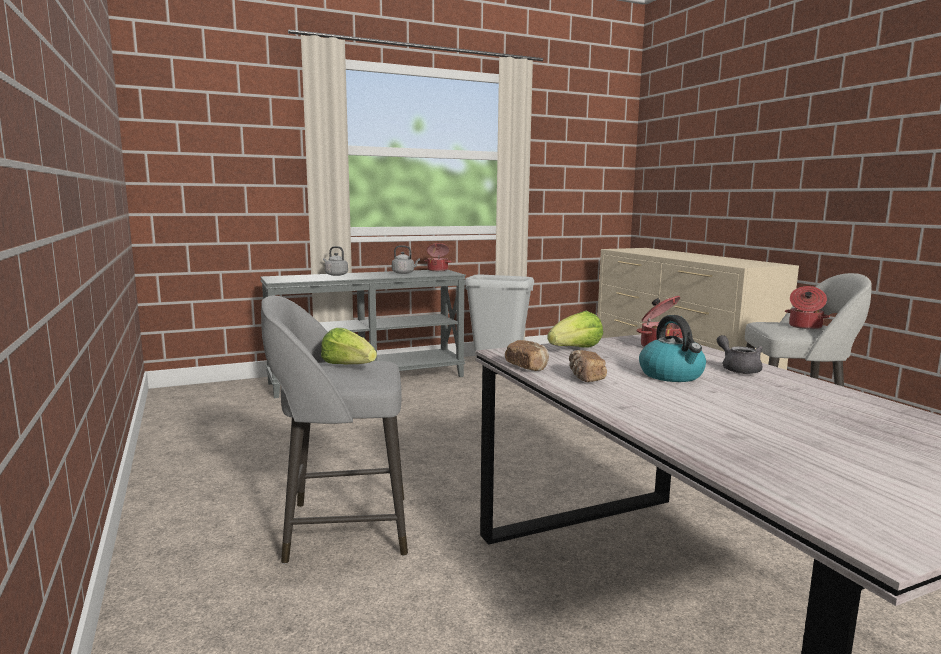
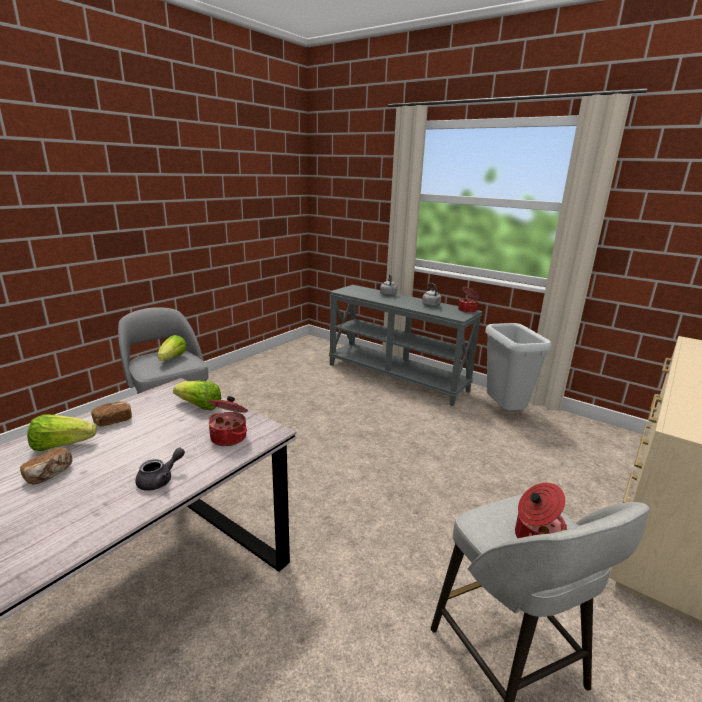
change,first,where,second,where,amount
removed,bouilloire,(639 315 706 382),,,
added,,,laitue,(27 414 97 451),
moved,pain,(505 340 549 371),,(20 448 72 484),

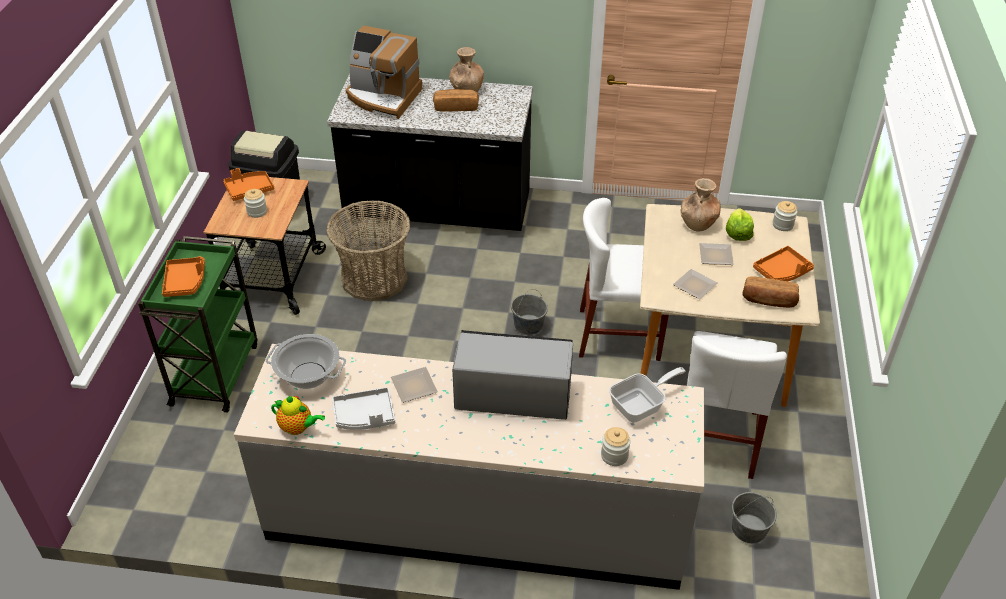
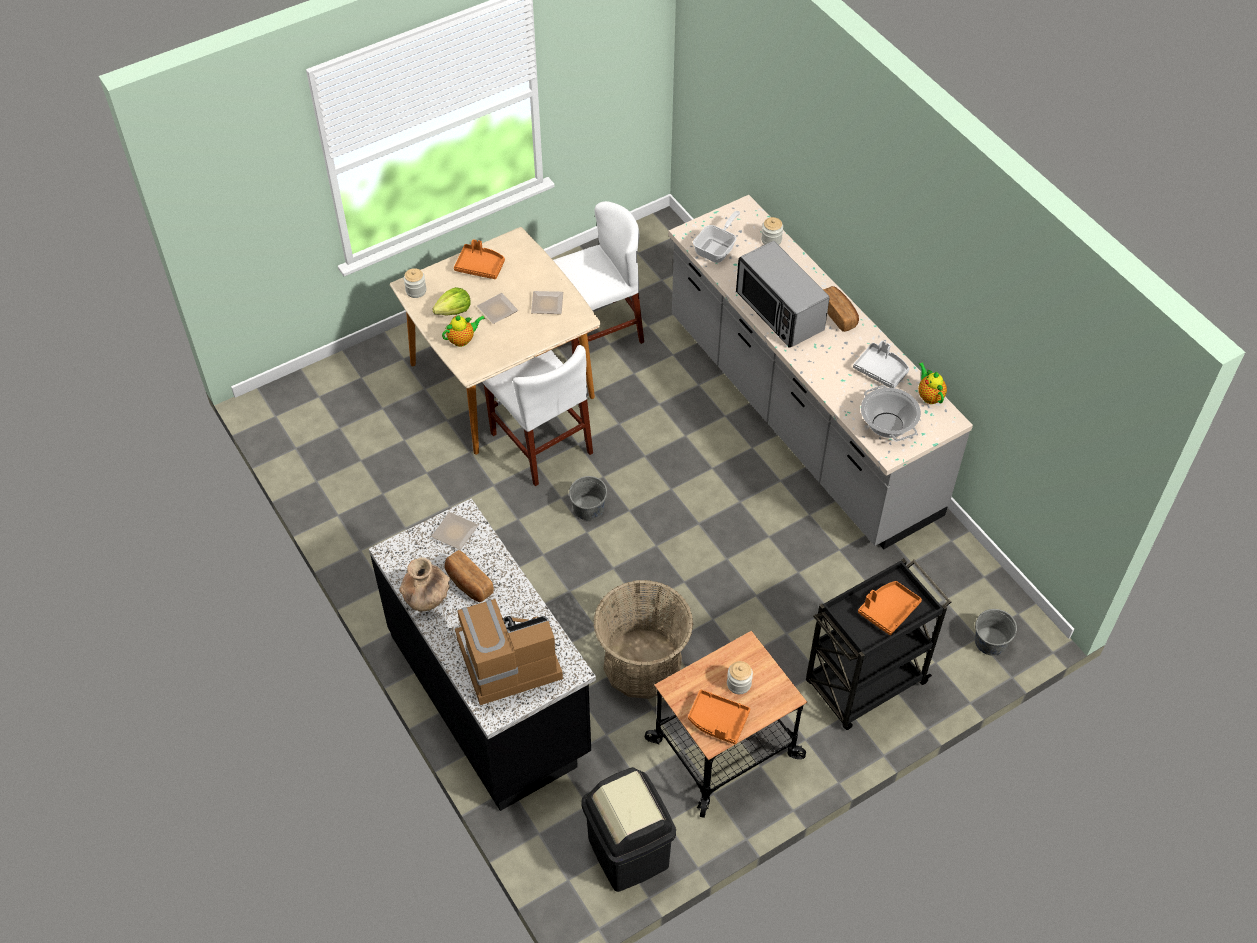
change,first,where,second,where,amount
moved,assiette,(391 367 438 403),,(431 512 478 550),
moved,seau/gris,(732 492 777 543),,(975 609 1017 656),
moved,pain,(743 277 799 308),,(823 286 859 332),
replaced,vase/marron,(680 178 721 231),théière,(442 315 485 347),
recoloured,chariot/vert,(138 236 257 413),chariot/noir,(806 558 951 730),
turned,machine à café,(346 26 422 119),,(455 599 563 705),90 degrees counterclockwise
turned,poêle,(609 367 685 423),,(693 211 740 263),105 degrees clockwise

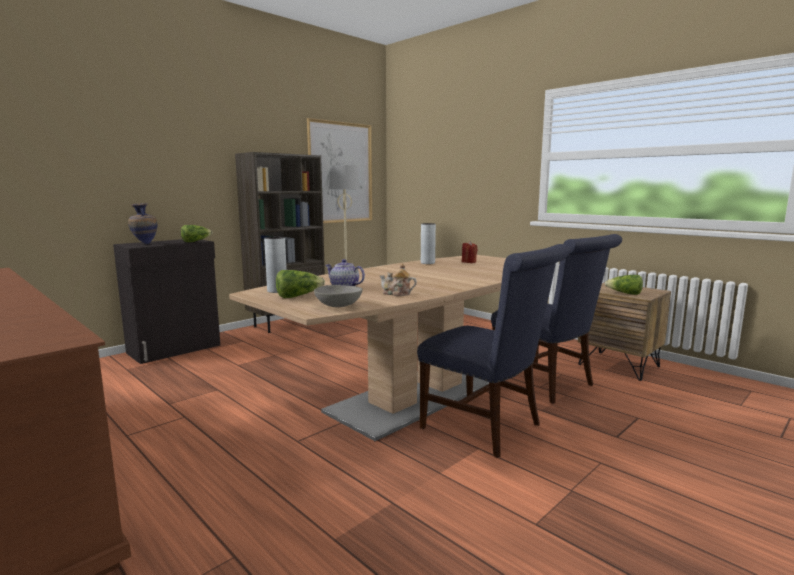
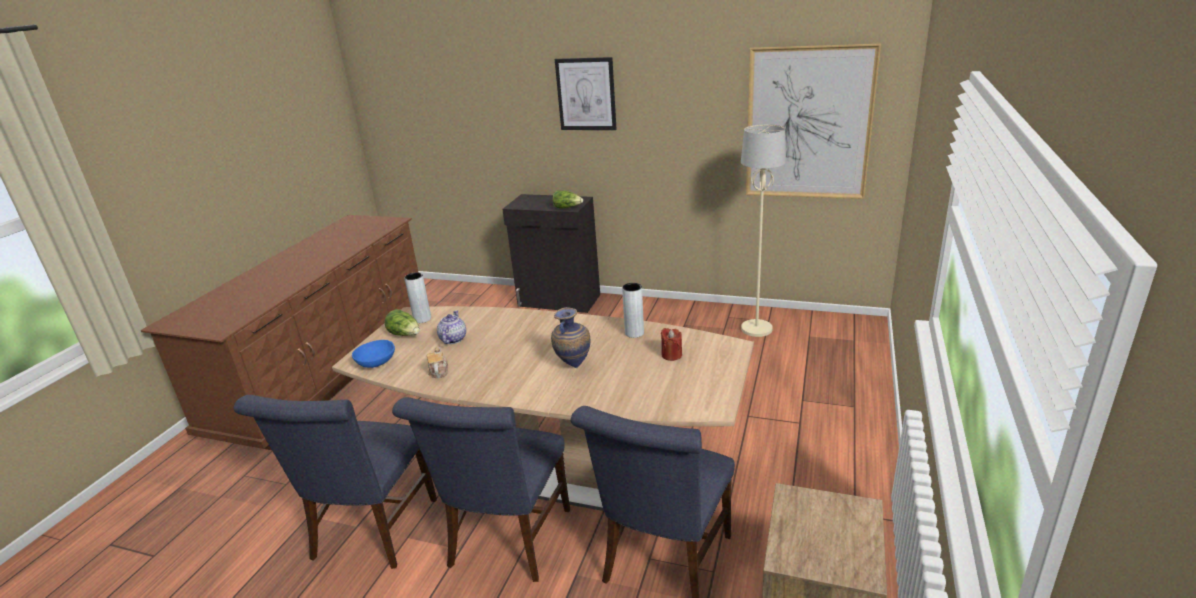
change,first,where,second,where,amount
removed,bibliothèque/marron,(235 152 325 333),,,
removed,laitue,(605 275 643 295),,,
added,,,chaise/bleu,(234 395 437 569),
added,,,tableau,(555 57 617 130),
moved,vase,(128 203 158 244),,(551 307 590 368),
recoloured,bol/gris,(314 285 363 307),bol/bleu,(352 340 395 368),

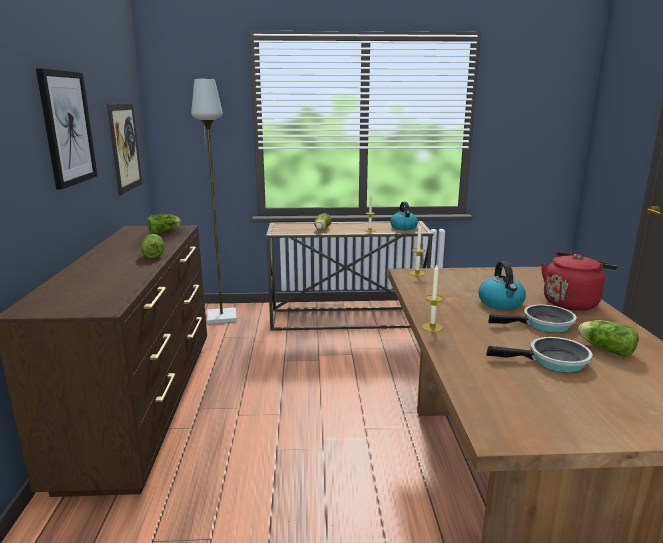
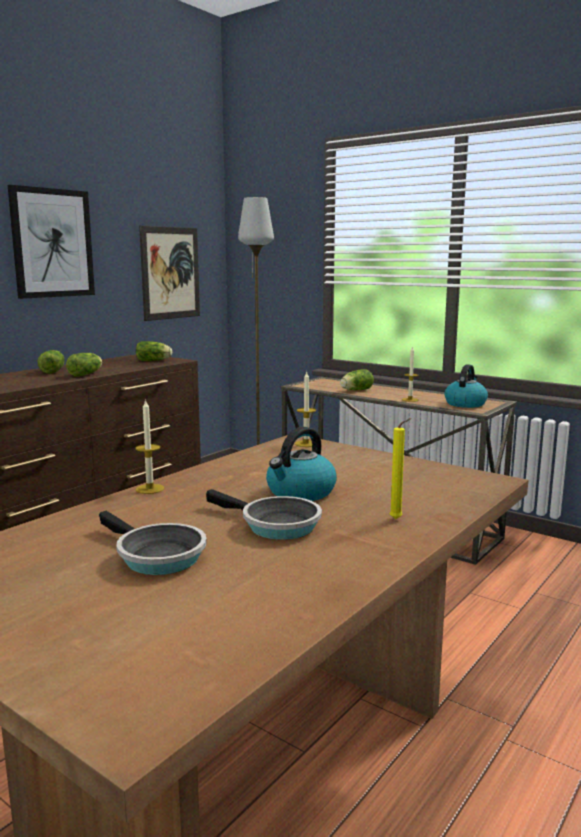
change,first,where,second,where,amount
moved,laitue,(578 320 638 356),,(37 350 65 374),
replaced,bouilloire/rouge,(541 252 617 311),bougie/jaune,(389 418 411 519),

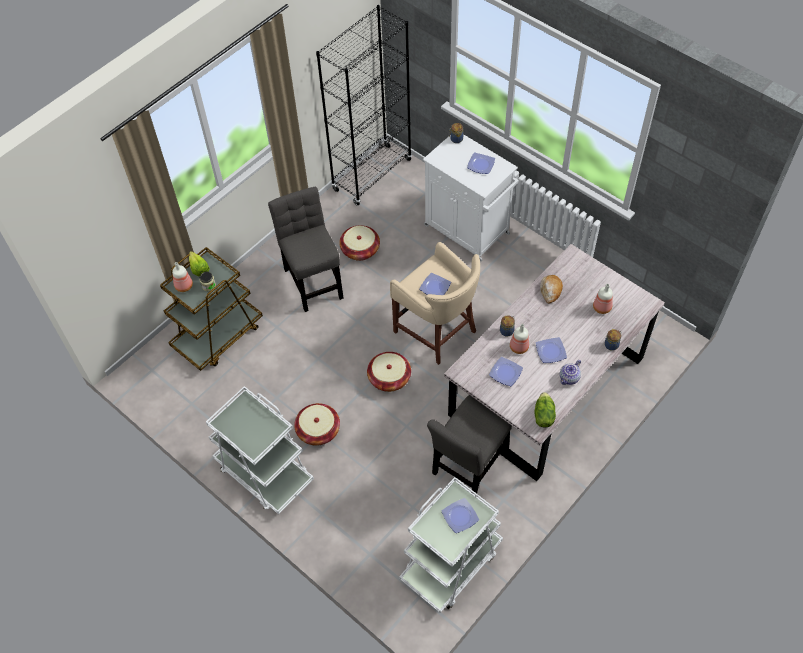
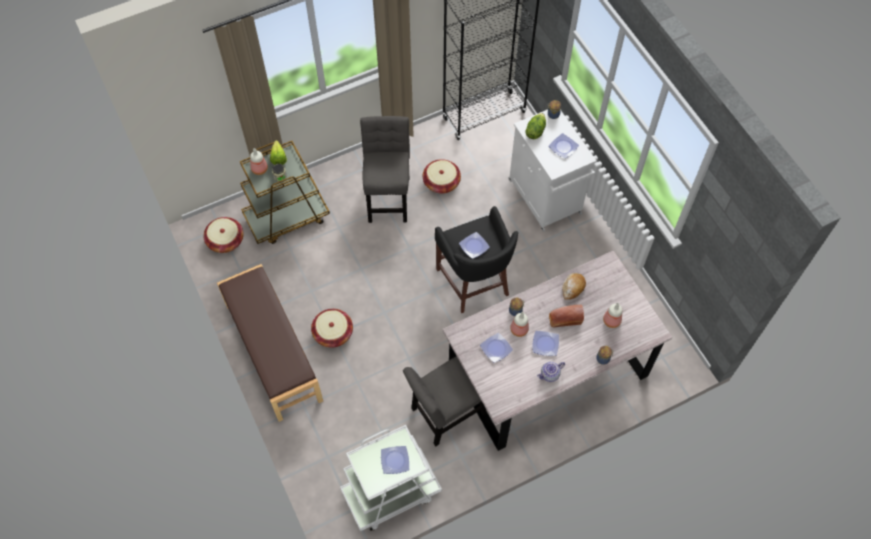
change,first,where,second,where,amount
added,,,pain,(549 305 584 327),
moved,panier,(367 352 411 392),,(204 217 244 253),
moved,laitue,(534 392 556 427),,(525 113 546 139),
replaced,chariot/blanc,(206 386 314 515),banc/marron,(217 264 323 422),
recoloured,tabouret/beige,(390 242 480 365),tabouret/noir,(435 206 518 313),

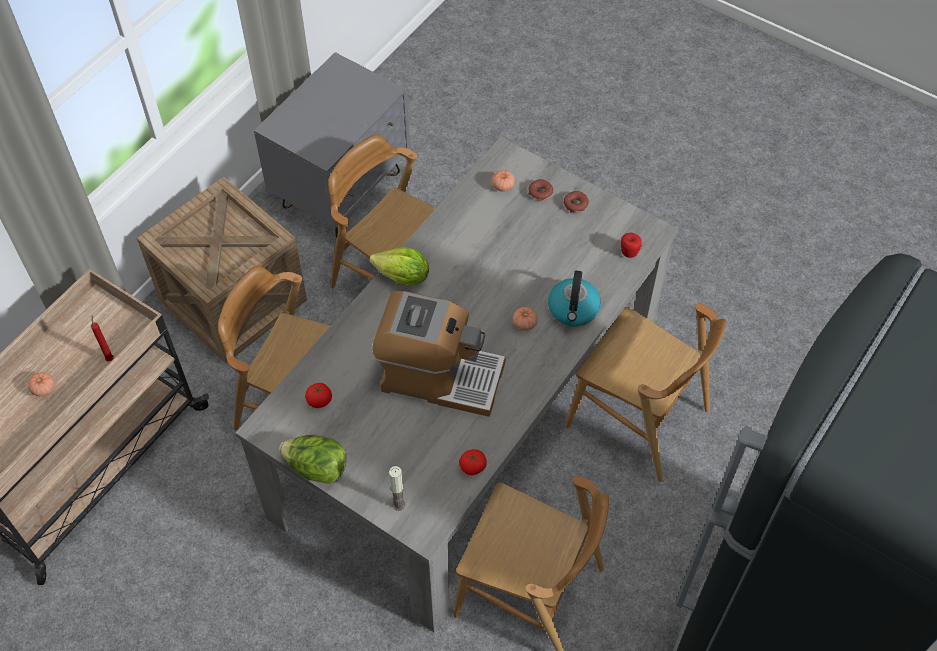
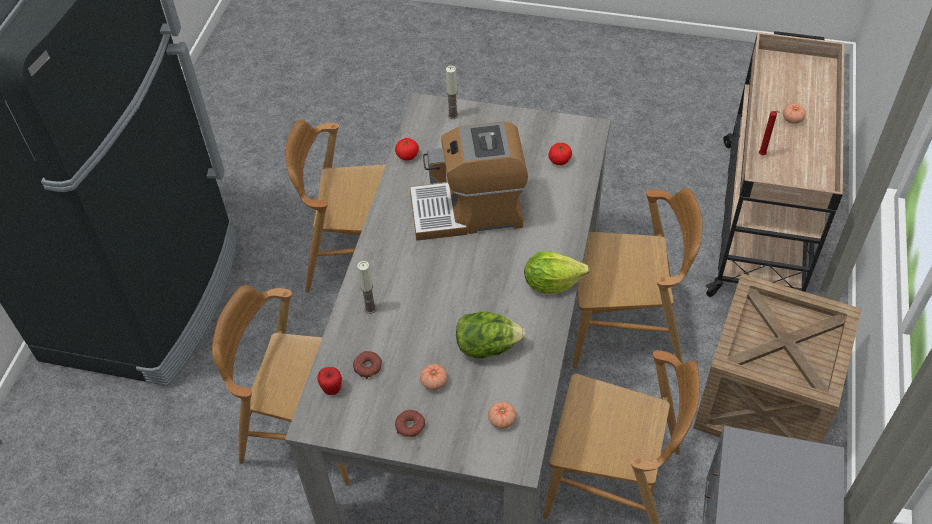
change,first,where,second,where,amount
moved,laitue,(279 435 346 484),,(456 311 526 358),
moved,tomate,(513 307 538 331),,(420 364 448 390),
moved,beignet,(528 179 553 201),,(353 351 382 379),
replaced,bouilloire,(548 270 601 327),bougie,(357 261 377 314),

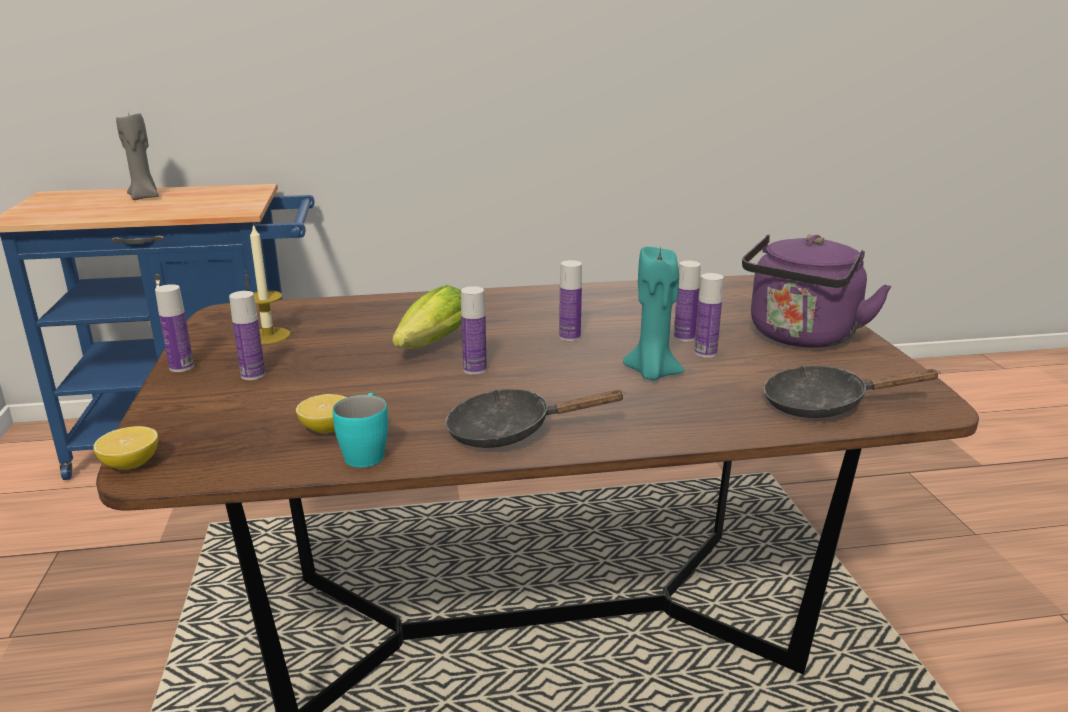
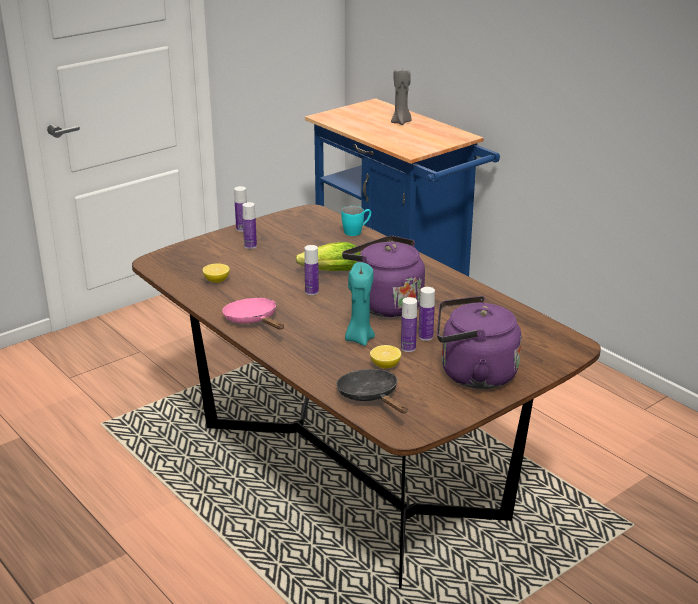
change,first,where,second,where,amount
removed,bougie,(250 224 291 344),,,
moved,citron,(93 426 158 469),,(370 345 401 369),
moved,mug/turquoise,(332 393 388 468),,(341 206 371 236),
replaced,bouteille,(559 260 582 341),bouilloire/violet,(342 236 425 317),
recoloured,poêle/noir,(445 389 626 448),poêle/rose,(222 298 284 330),

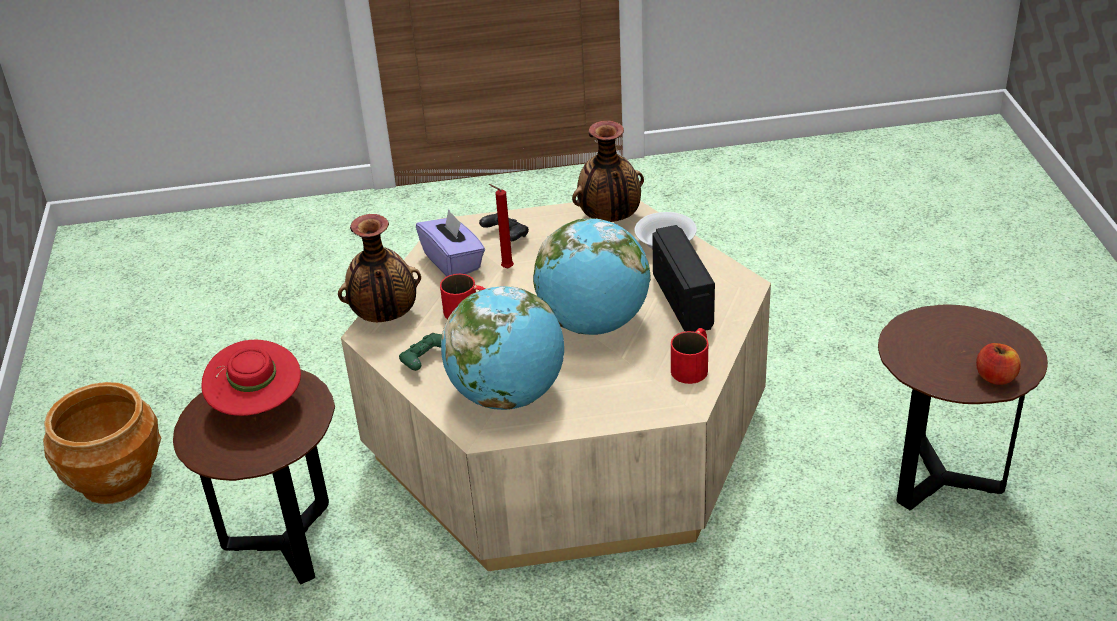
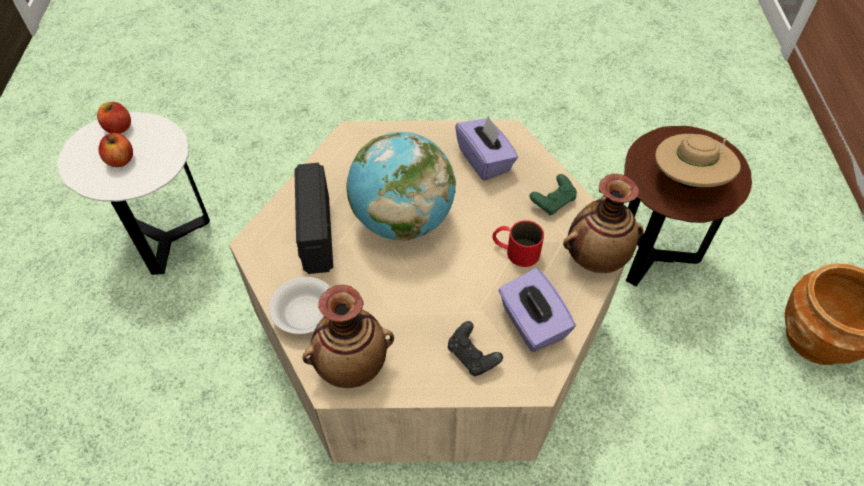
change,first,where,second,where,amount
removed,bougie/rouge,(489 184 514 269),,,
removed,mug/rouge,(671 328 708 384),,,
added,,,pomme,(99 133 133 167),
replaced,globe,(441 287 564 410),boîte à mouchoirs/violet,(455 115 518 181),
recoloured,chapeau/rouge,(201 340 301 416),chapeau/beige,(655 134 741 188),
recoloured,table d'appoint/marron,(878 305 1048 510),table d'appoint/blanc,(57 112 210 275),

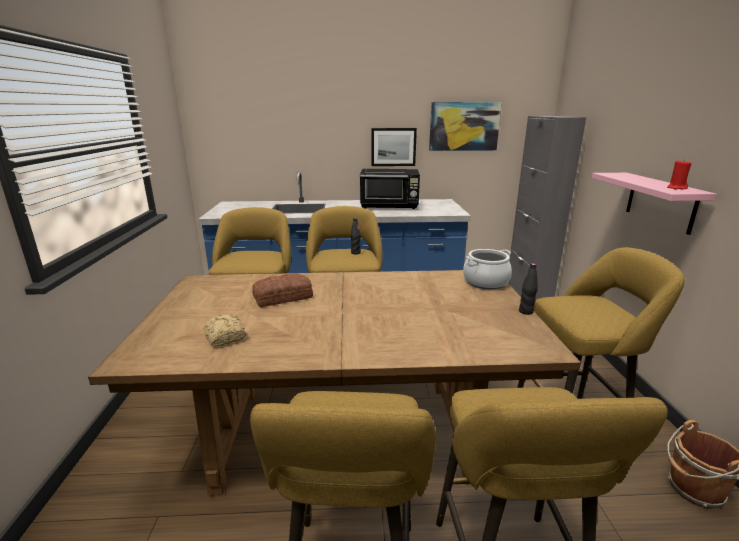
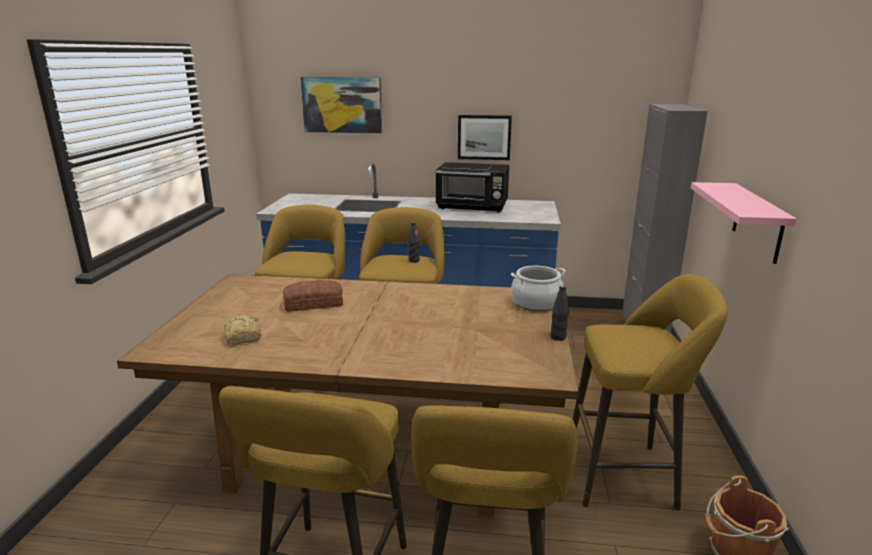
change,first,where,second,where,amount
removed,bougie/rouge,(667 159 691 189),,,
moved,tableau,(429 102 502 151),,(300 77 382 133),

